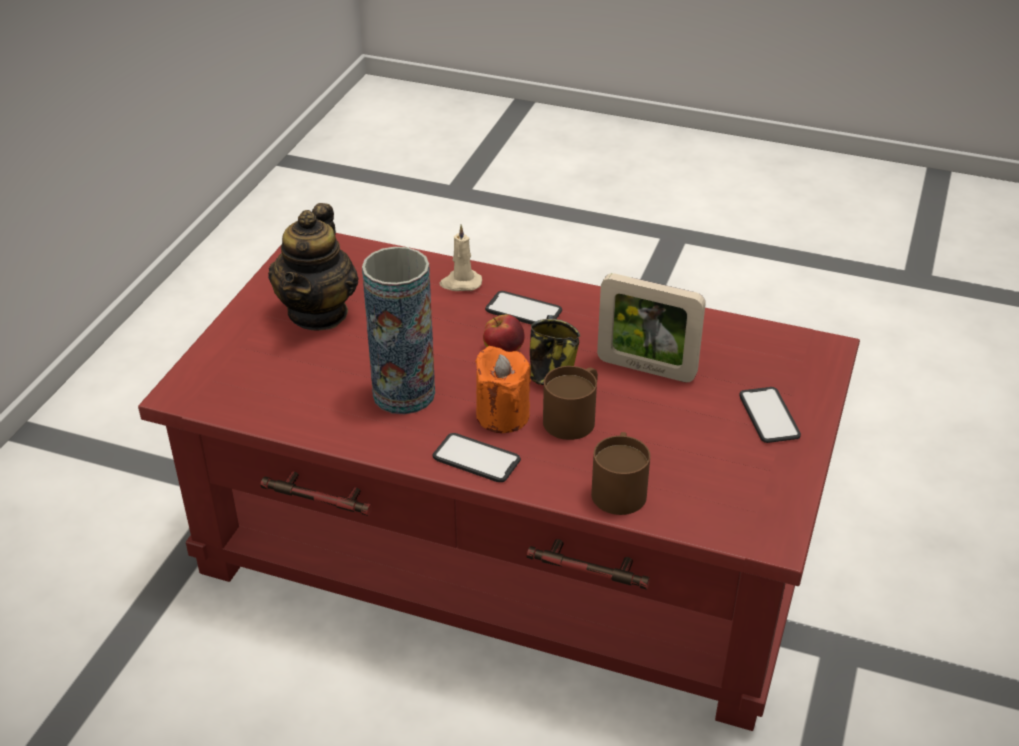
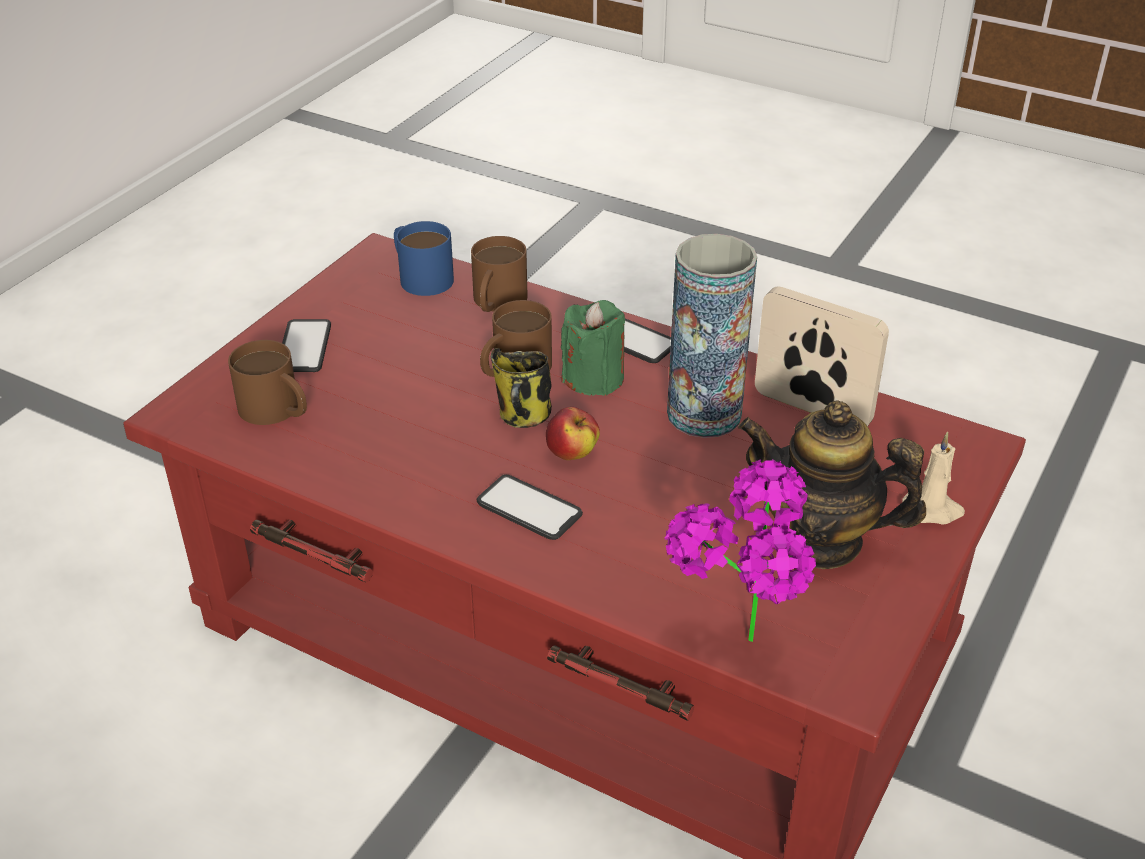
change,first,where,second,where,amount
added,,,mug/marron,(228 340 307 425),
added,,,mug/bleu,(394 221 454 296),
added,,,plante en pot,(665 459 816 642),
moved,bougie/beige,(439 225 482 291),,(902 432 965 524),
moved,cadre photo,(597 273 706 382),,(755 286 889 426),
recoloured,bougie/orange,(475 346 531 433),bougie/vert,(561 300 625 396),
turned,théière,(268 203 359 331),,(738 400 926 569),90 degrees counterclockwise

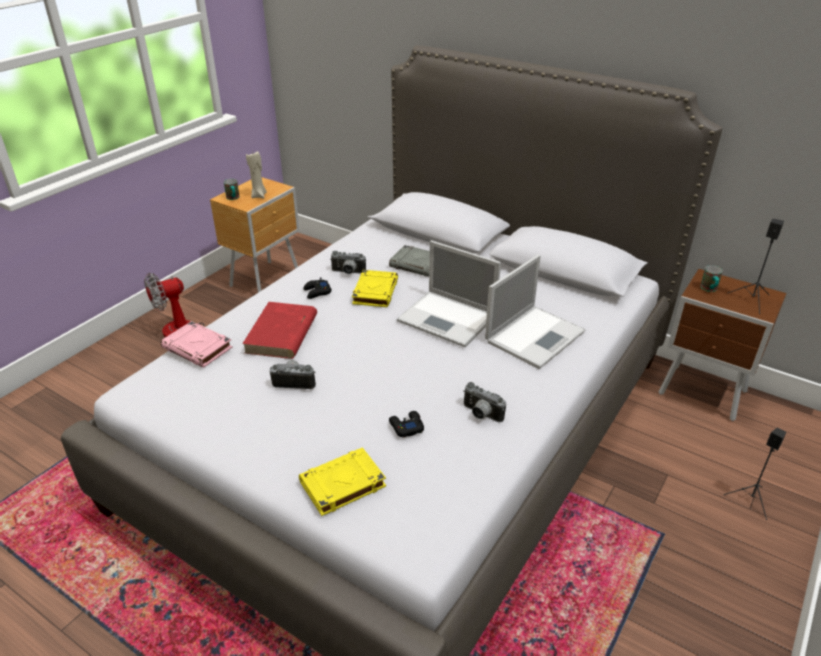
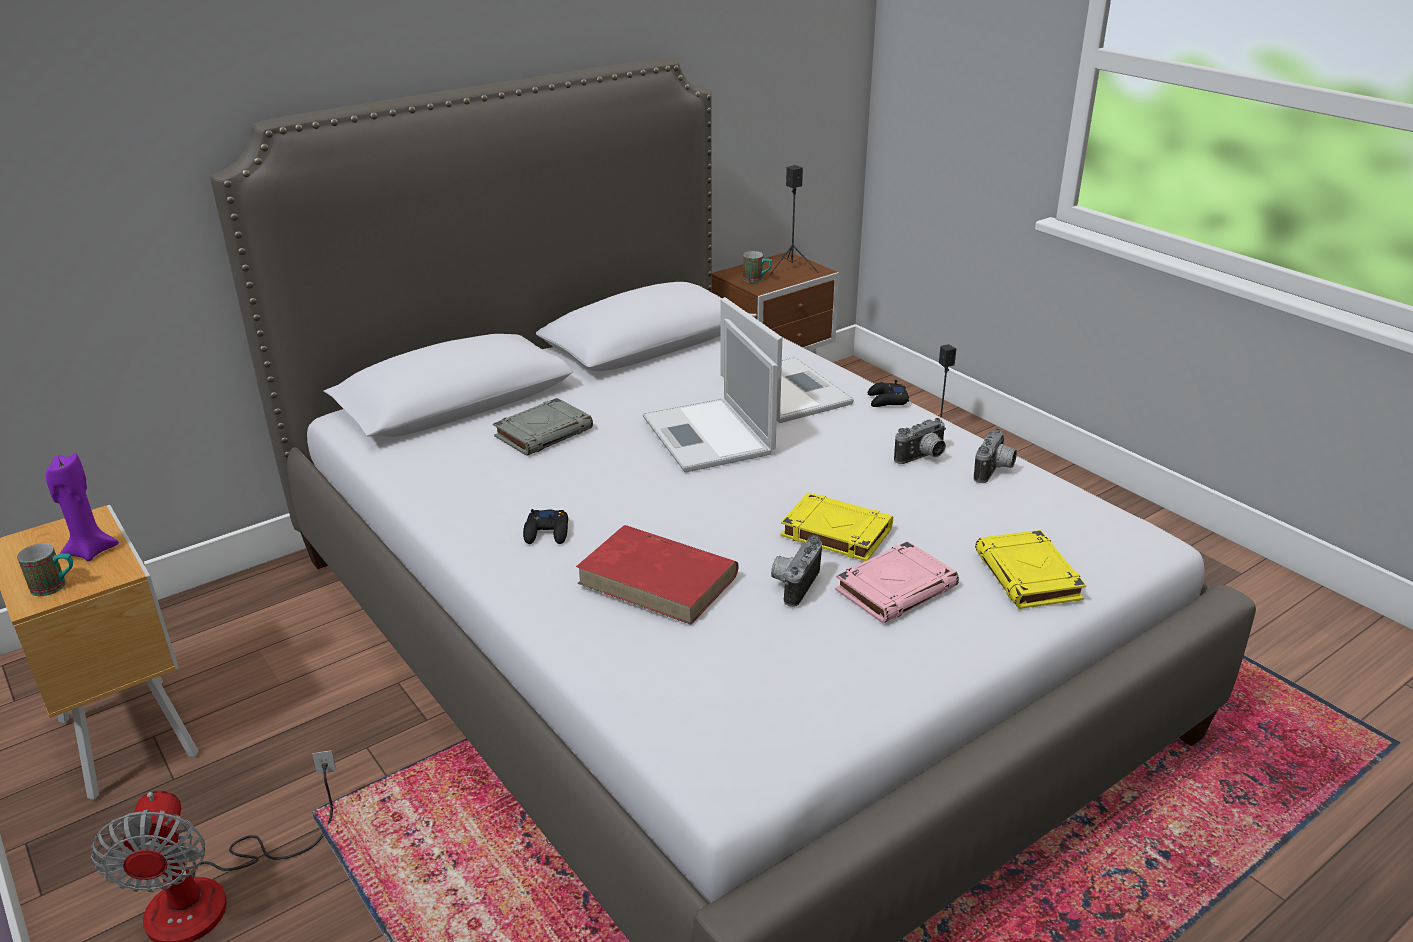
change,first,where,second,where,amount
moved,livre/rose,(161 321 233 368),,(835 541 959 624),
moved,appareil photo,(330 251 366 274),,(974 428 1017 483),
moved,livre/jaune,(352 270 398 307),,(781 492 893 561),
moved,manette/noir,(389 411 424 438),,(868 380 909 407),
recoloured,bougie/beige,(246 150 267 198),bougie/violet,(46 453 119 561),
turned,ordinateur portable,(397 241 501 347),,(643 319 778 473),105 degrees clockwise

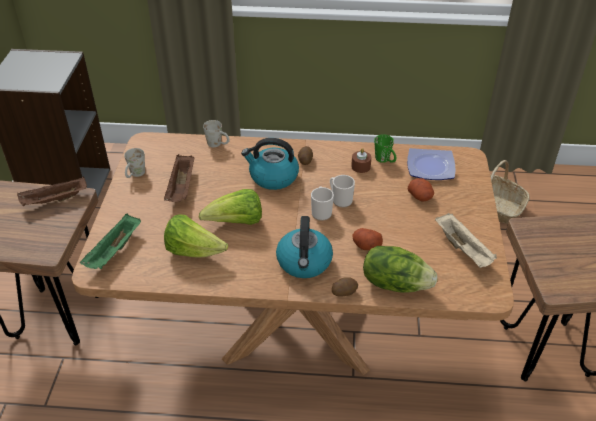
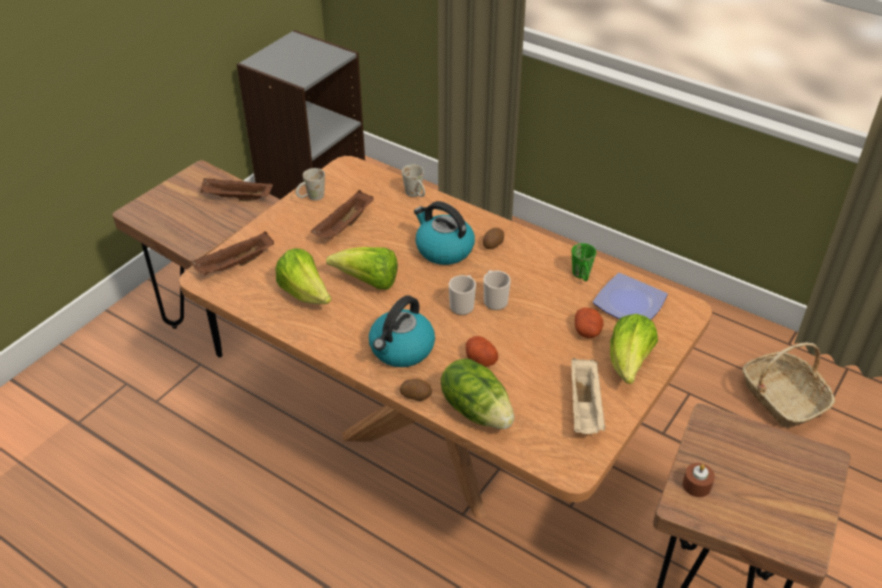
change,first,where,second,where,amount
added,,,laitue,(610 314 658 384),
moved,bougie/marron,(351 148 372 173),,(683 463 715 497),
recoloured,plateau/vert,(80 214 141 269),plateau/marron,(191 231 274 275),

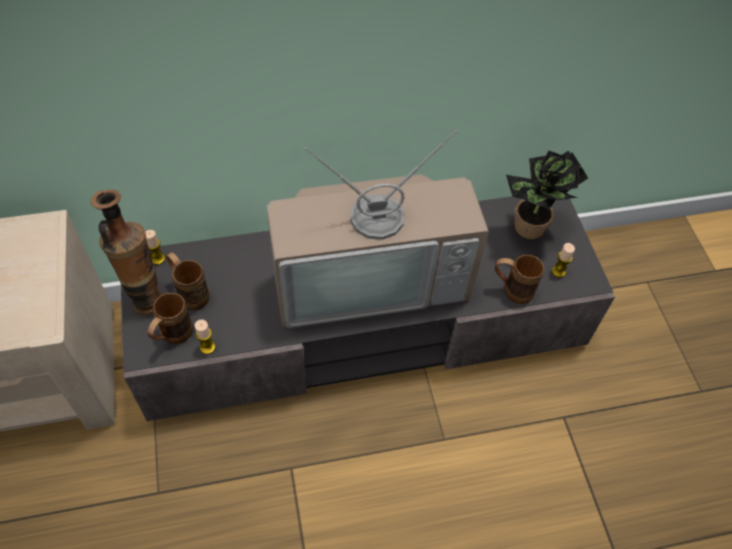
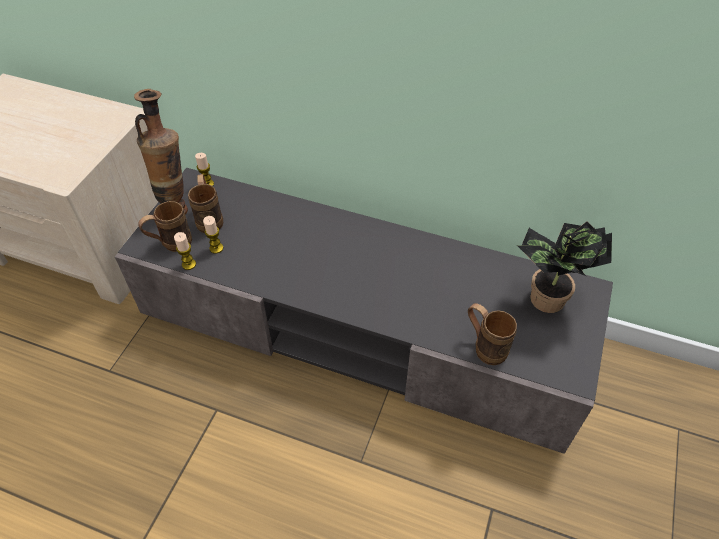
change,first,where,second,where,amount
removed,téléviseur,(266 130 489 328),,,
moved,bougie,(552 243 575 278),,(203 216 223 254),

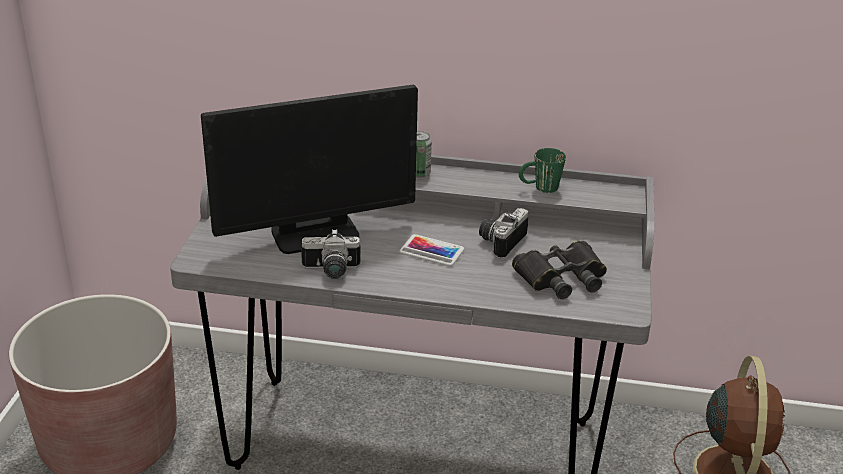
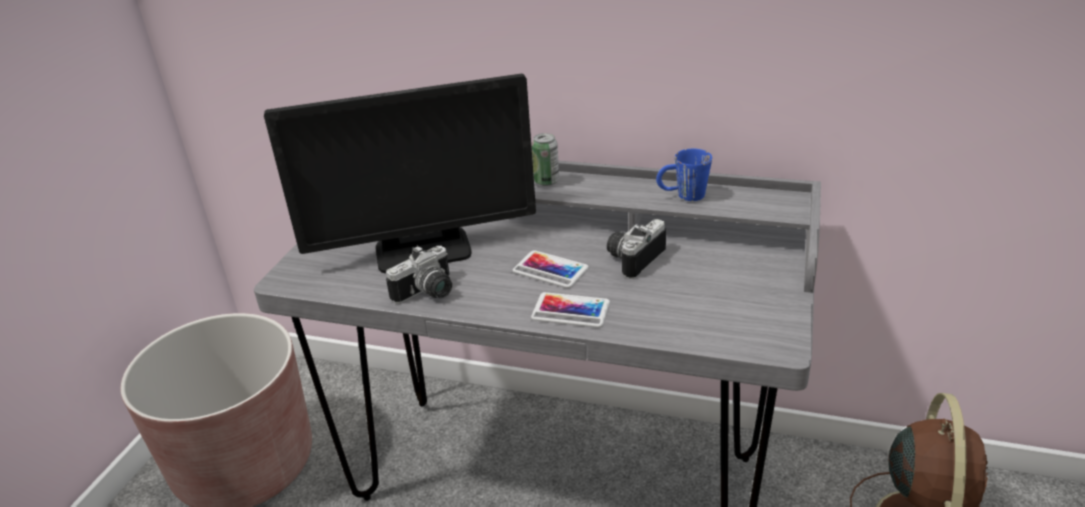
change,first,where,second,where,amount
removed,jumelles/noir,(512 241 607 299),,,
added,,,téléphone,(531 292 610 328),
recoloured,mug/vert,(519 148 566 193),mug/bleu,(656 149 712 201),
turned,appareil photo,(301 229 361 279),,(386 246 452 304),45 degrees counterclockwise

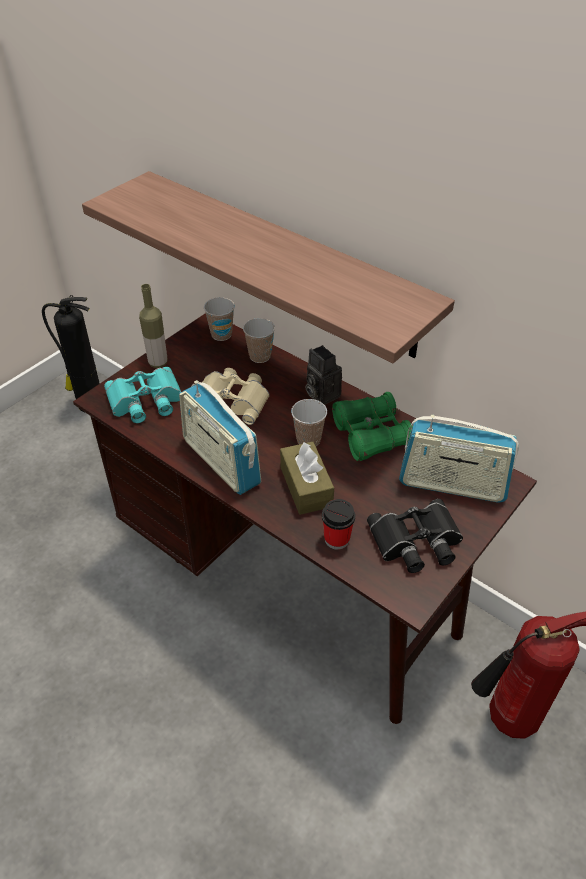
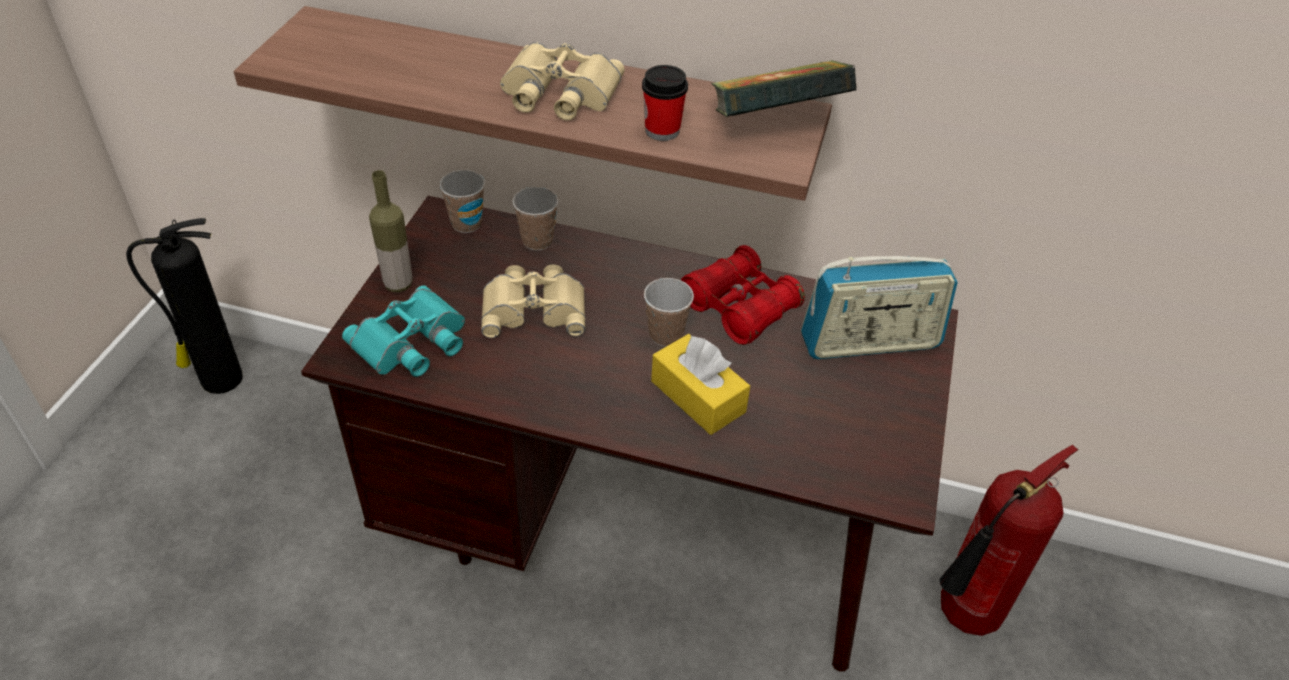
change,first,where,second,where,amount
removed,radio,(179 380 261 495),,,
removed,appareil photo,(306 345 342 405),,,
removed,jumelles/noir,(367 499 463 573),,,
added,,,jumelles/beige,(500 42 625 121),
added,,,livre,(711 60 856 117),
moved,tasse,(322 499 356 550),,(642 65 688 141),
recoloured,boîte à mouchoirs/marron,(280 441 334 515),boîte à mouchoirs/jaune,(651 334 750 435),
recoloured,jumelles/vert,(332 392 412 461),jumelles/rouge,(681 245 805 345),

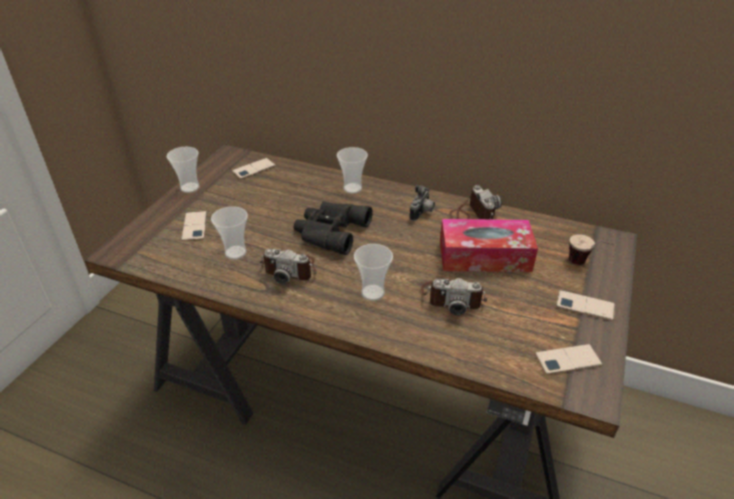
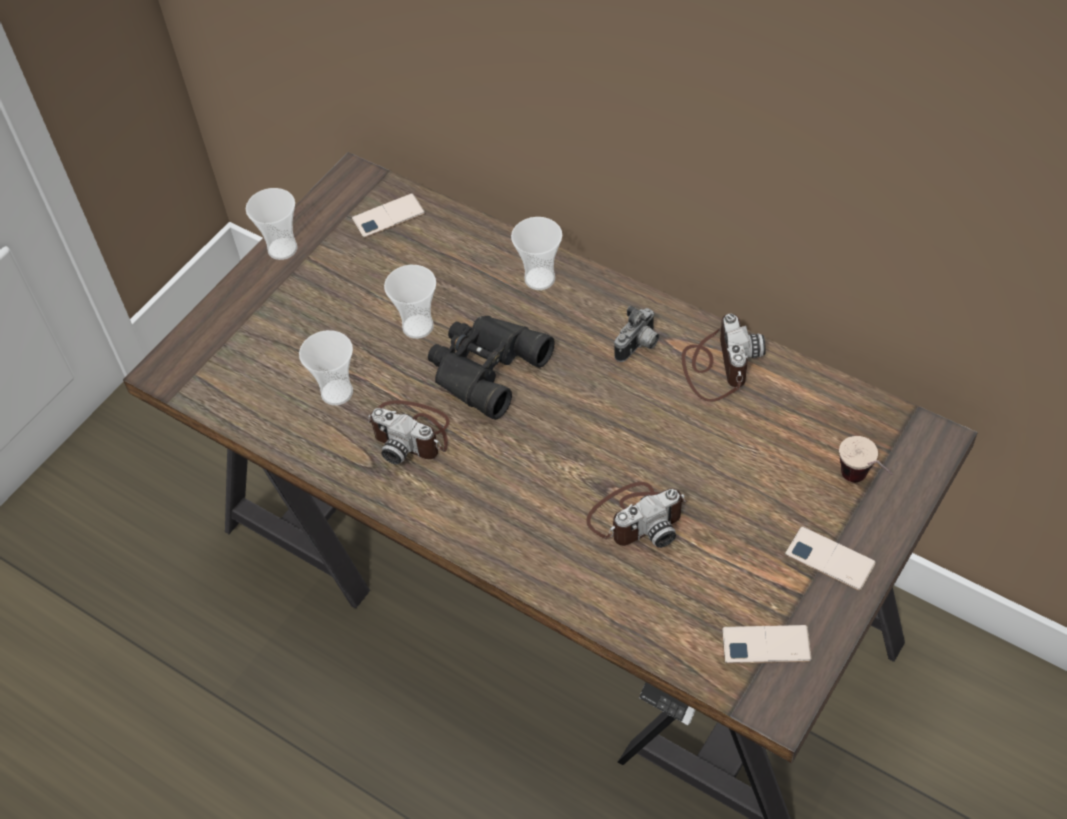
change,first,where,second,where,amount
removed,téléphone,(181 211 207 241),,,
removed,boîte à mouchoirs,(440 219 538 272),,,
moved,tasse,(354 244 393 301),,(384 265 436 339),
turned,appareil photo,(421 278 487 315),,(586 482 687 548),45 degrees counterclockwise

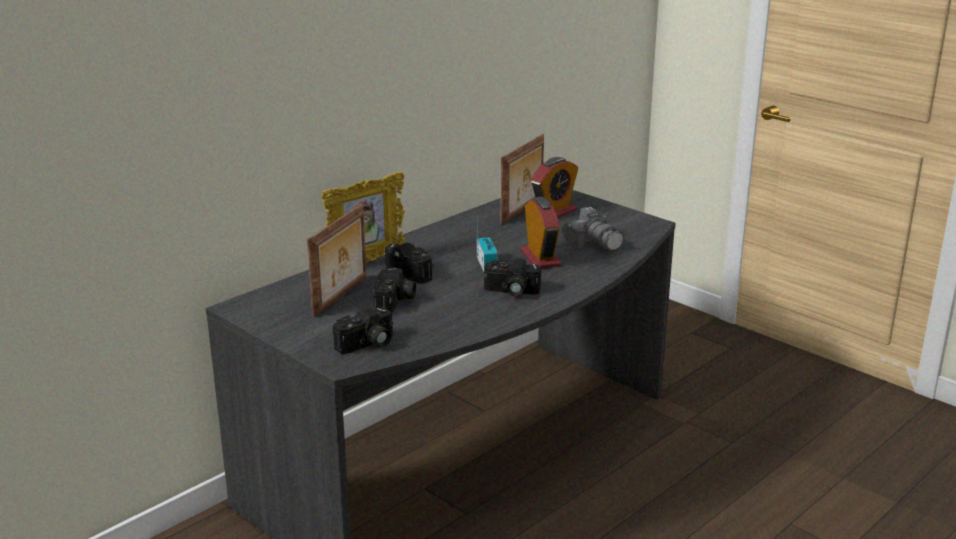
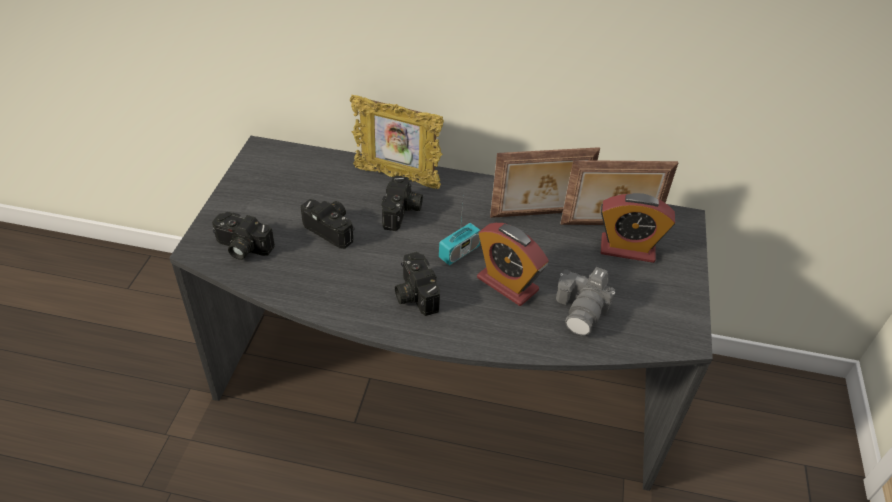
change,first,where,second,where,amount
moved,cadre photo,(307 204 367 317),,(490 147 600 218),
turned,appareil photo,(373 267 416 313),,(301 199 355 249),120 degrees counterclockwise
turned,réveil,(521 197 562 269),,(477 223 549 306),90 degrees clockwise

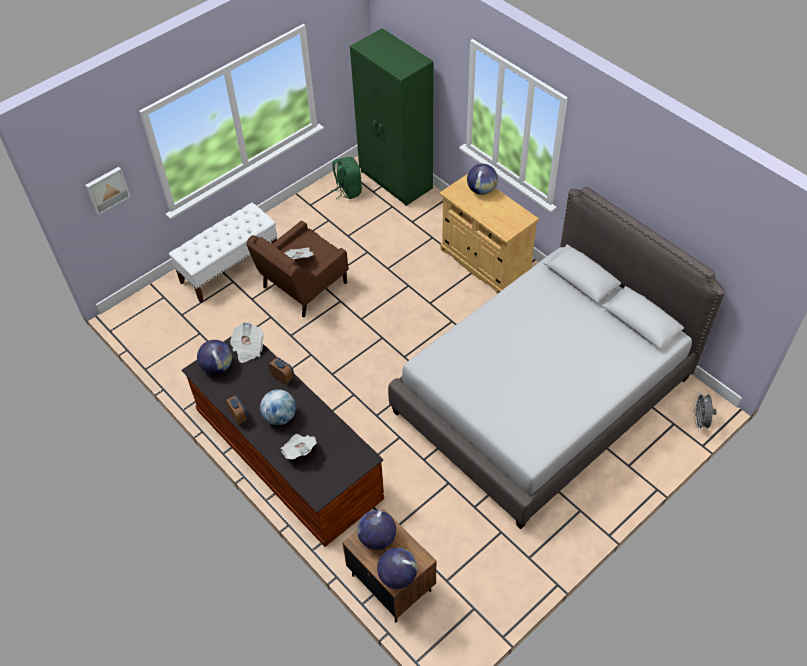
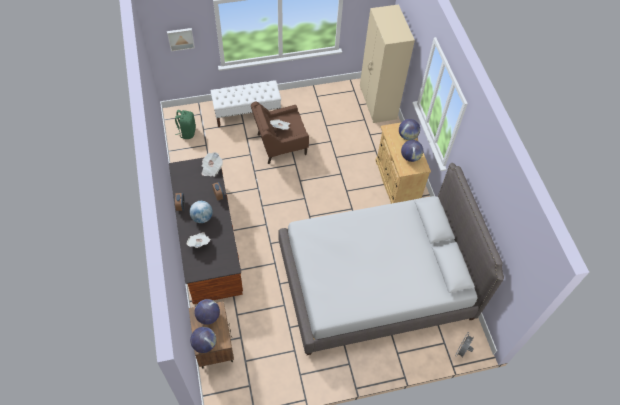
change,first,where,second,where,amount
moved,globe,(197 340 232 374),,(401 140 423 162),
moved,sac à dos/vert,(331 157 362 199),,(175 110 196 139),
recoloured,armoire/vert,(350 28 434 206),armoire/beige,(360 4 415 123),

